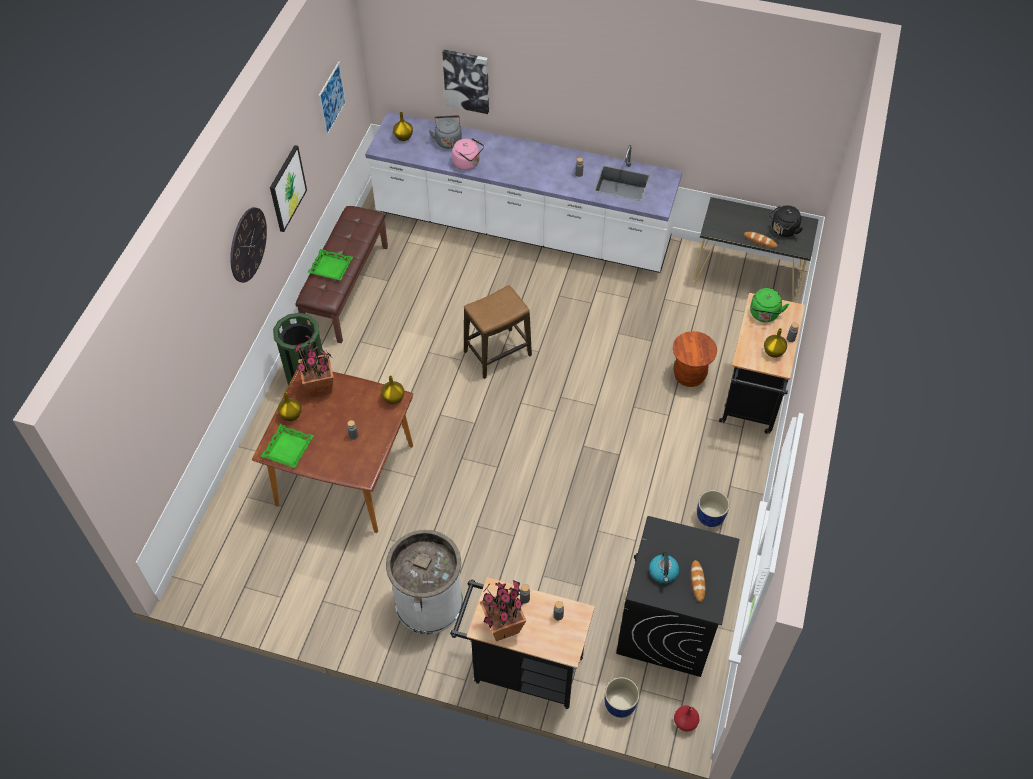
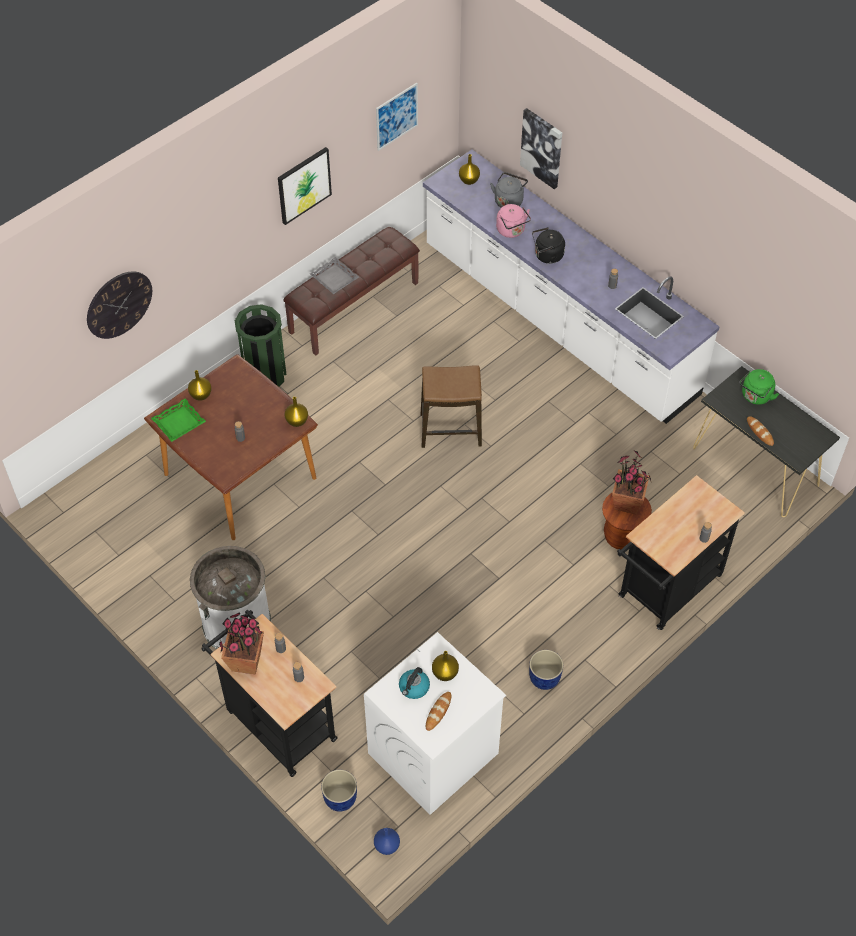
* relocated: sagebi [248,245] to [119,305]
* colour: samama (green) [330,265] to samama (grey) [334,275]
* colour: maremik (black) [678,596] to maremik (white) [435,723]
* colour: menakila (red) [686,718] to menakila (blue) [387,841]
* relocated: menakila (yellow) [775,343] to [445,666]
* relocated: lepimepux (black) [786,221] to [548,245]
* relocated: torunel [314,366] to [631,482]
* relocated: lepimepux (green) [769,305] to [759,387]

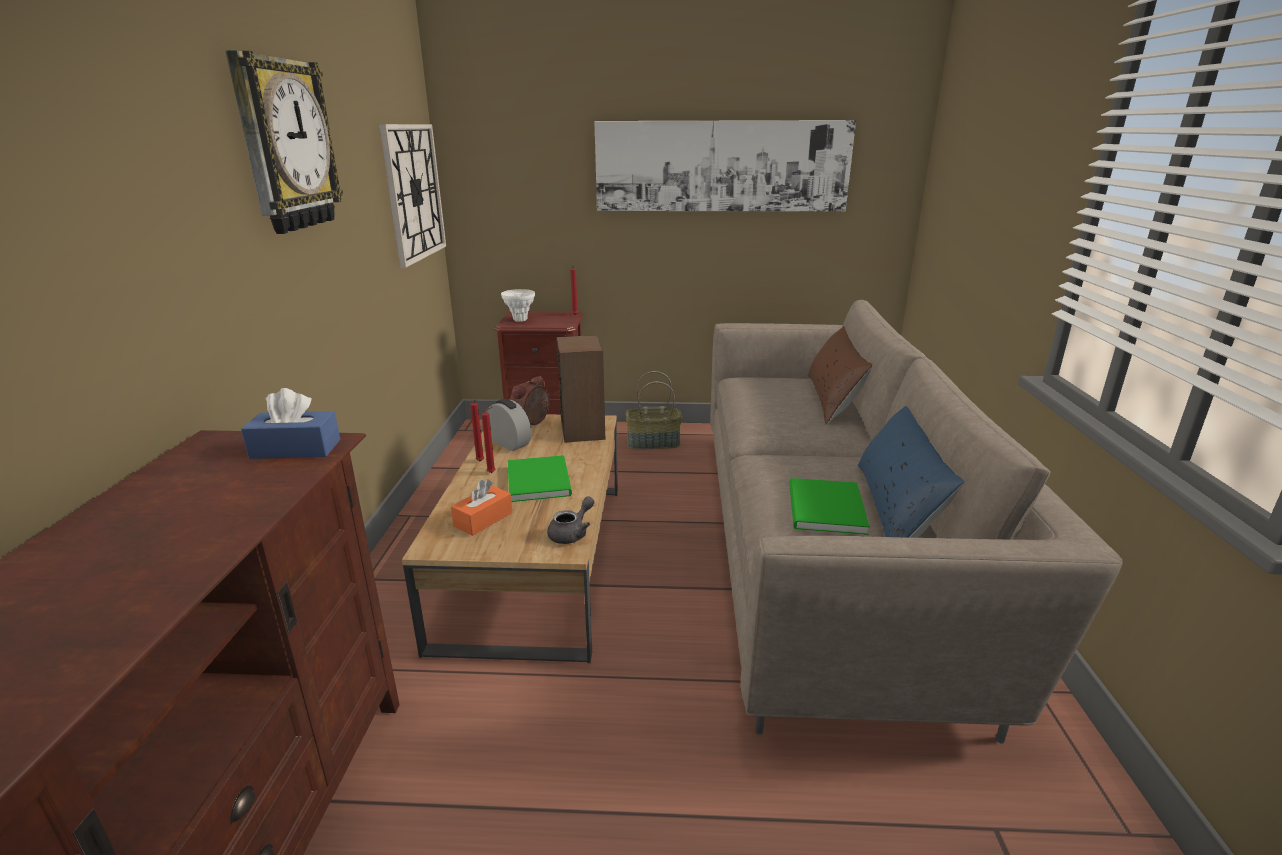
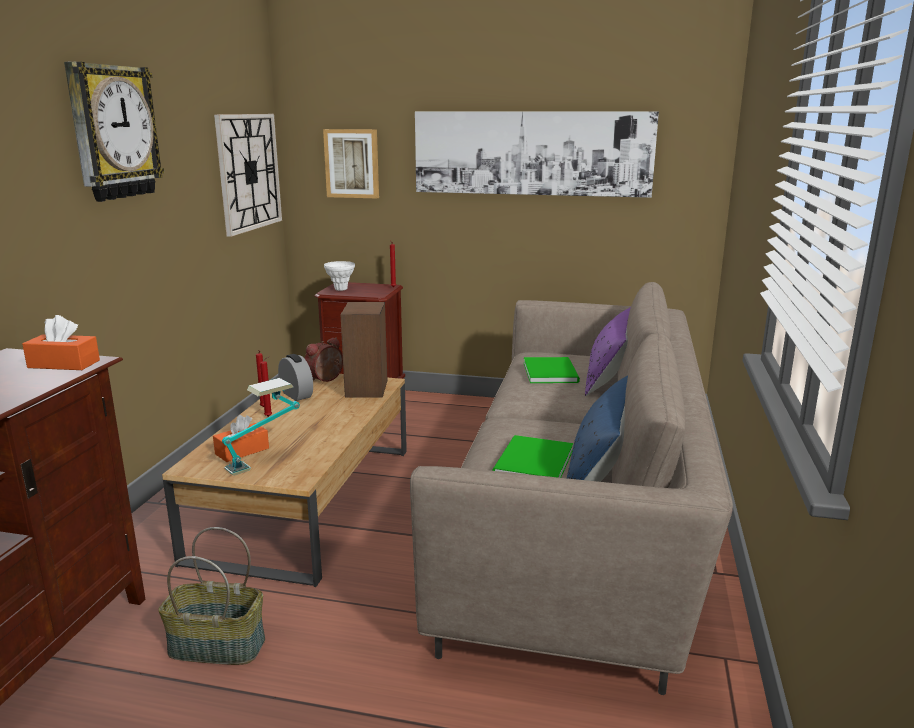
* colour: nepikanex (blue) [290,423] to nepikanex (orange) [61,342]
* relocated: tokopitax [654,410] to [211,596]
* appeared: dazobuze [261,427]
* appeared: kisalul [351,164]
* relocated: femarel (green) [540,478] to [552,370]
* colour: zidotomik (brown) [840,375] to zidotomik (purple) [608,351]
* missing: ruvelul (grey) [570,520]

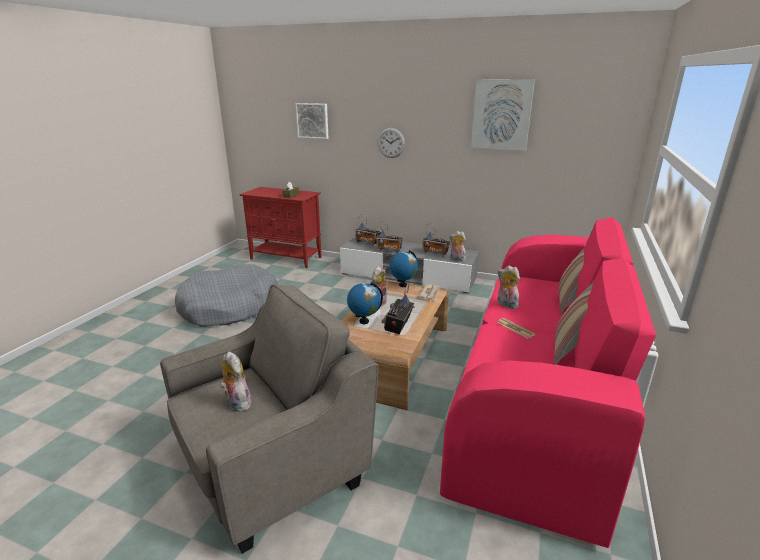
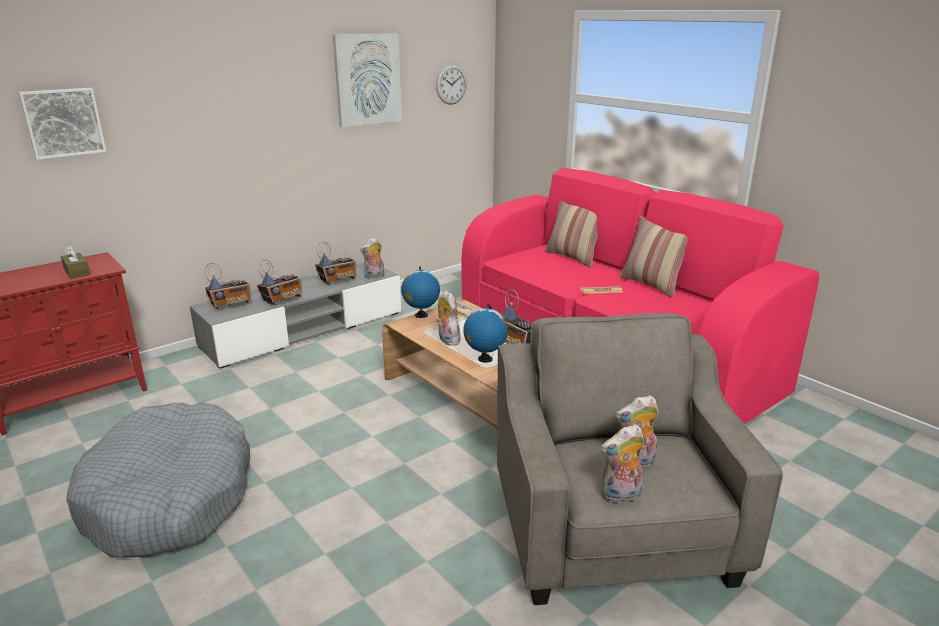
* relocated: sagebi [391,143] to [451,84]
* relocated: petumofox [508,287] to [622,463]

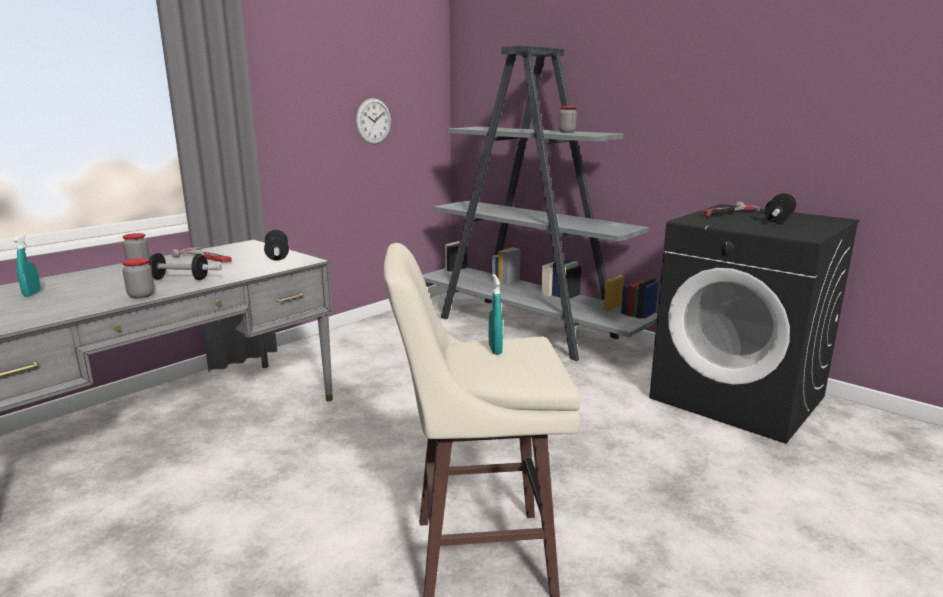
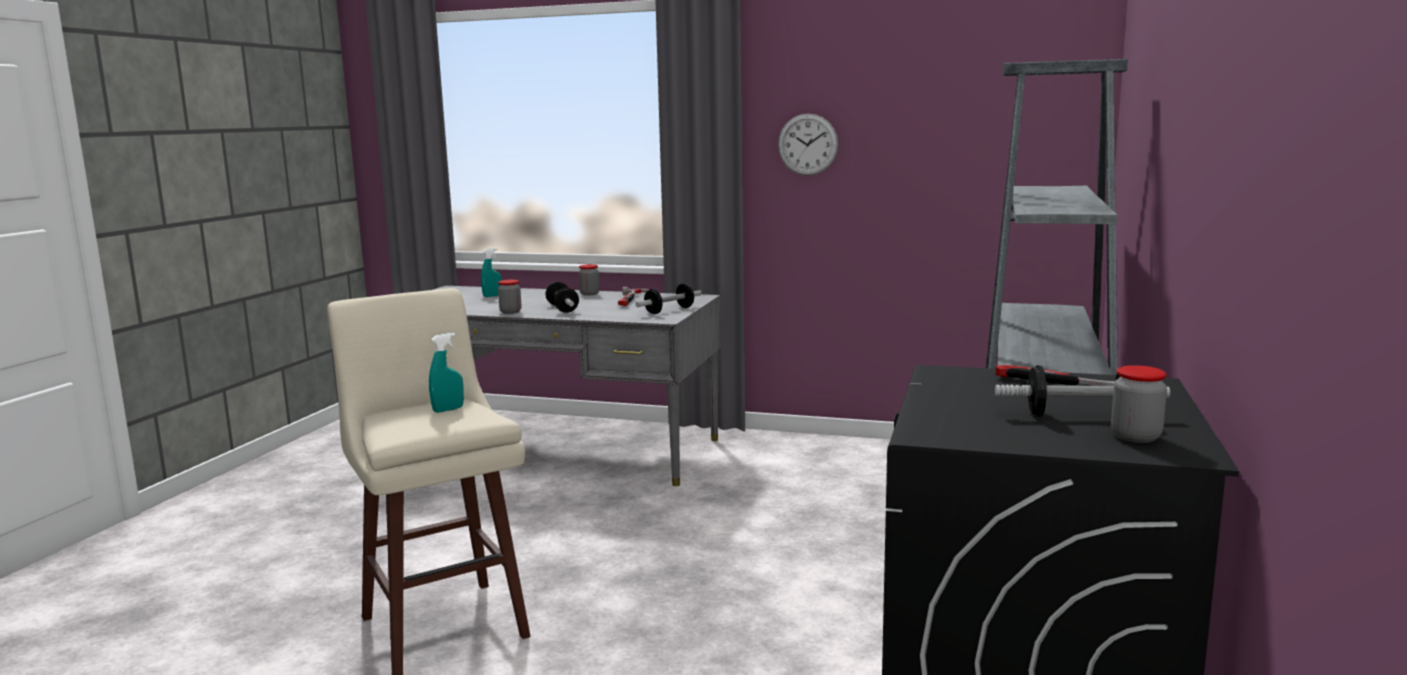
* relocated: sagebi [373,121] to [808,145]
* relocated: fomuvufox [568,119] to [1139,404]

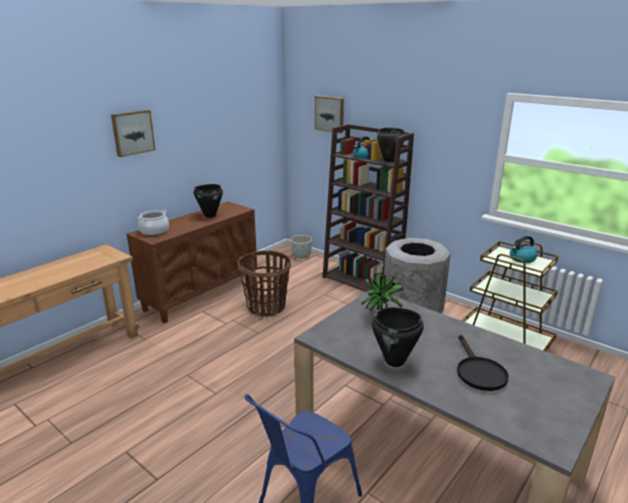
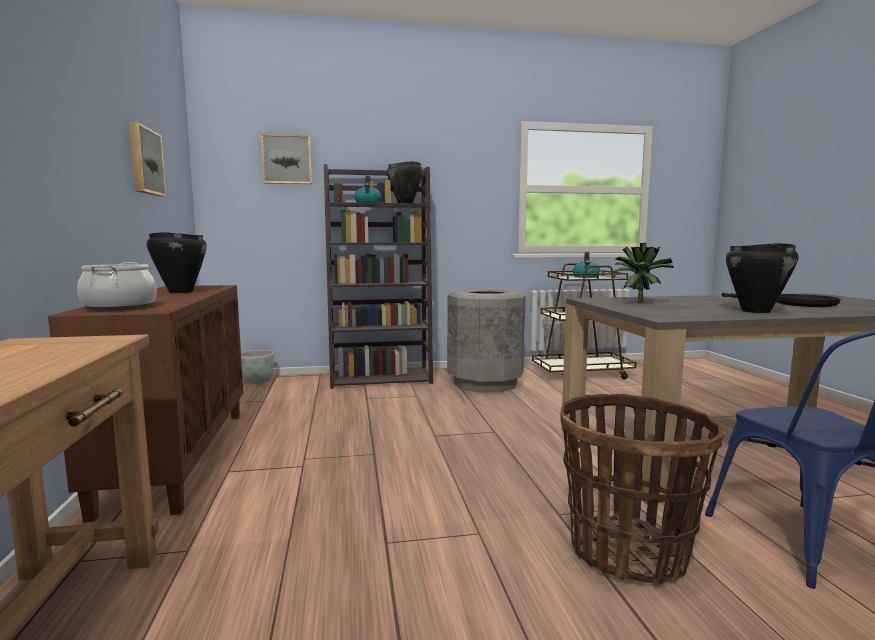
* relocated: kisalul [133,133] to [147,159]
* relocated: tokopitax [264,283] to [642,489]

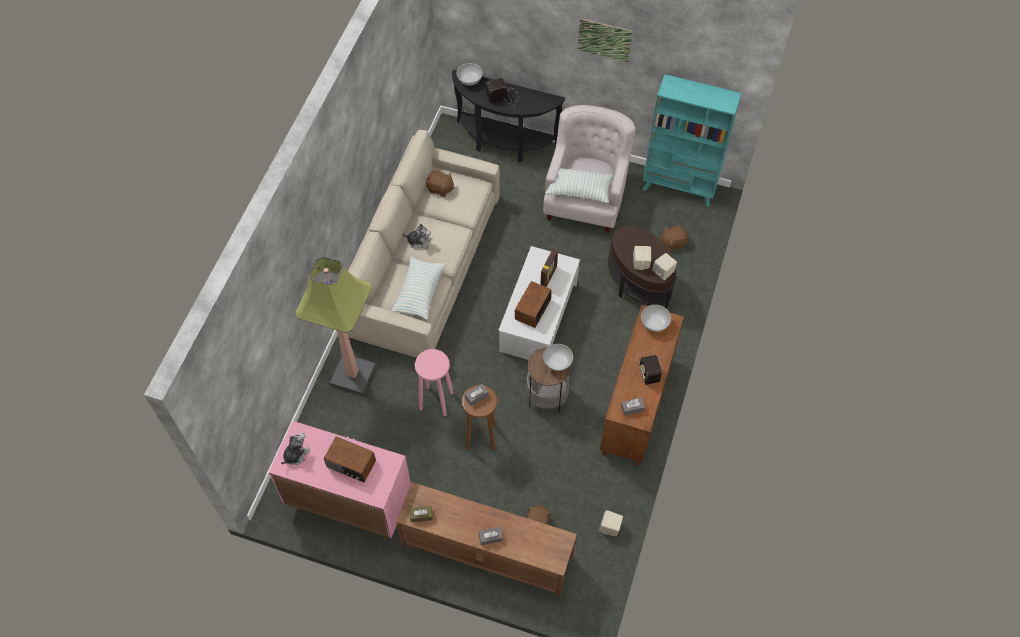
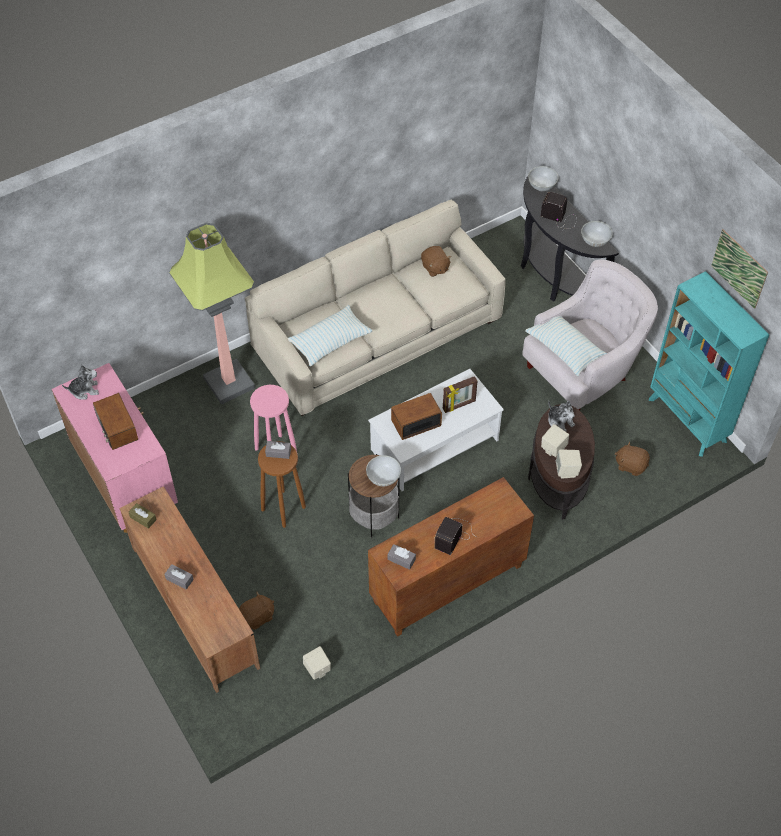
* relocated: petumofox [417,237] to [561,416]
* relocated: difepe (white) [656,318] to [597,234]
* relocated: kisalul [605,40] to [739,269]

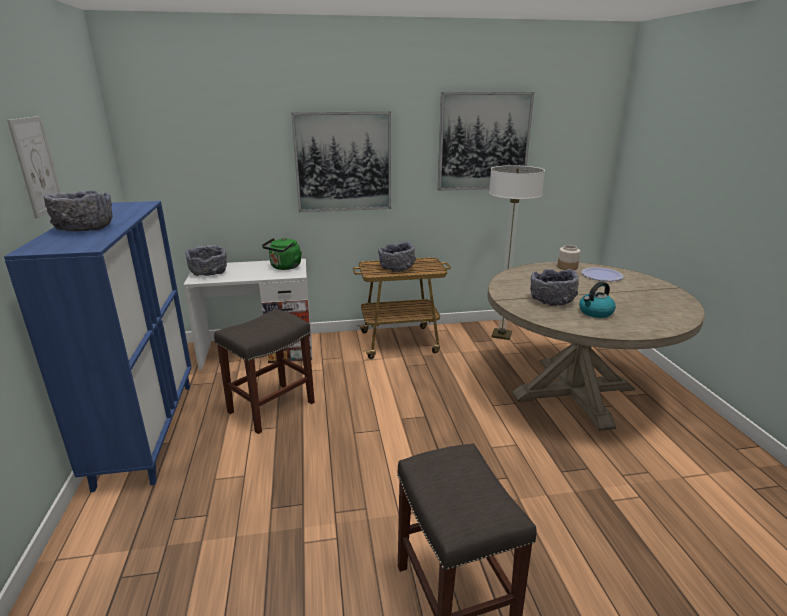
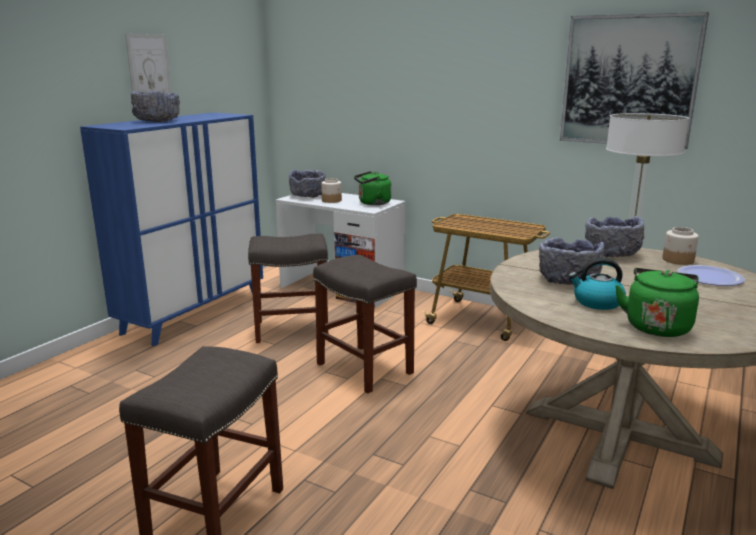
* appeared: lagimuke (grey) [365,324]
* appeared: fomuvufox [331,190]
* relocated: difepe (grey) [397,256] to [614,236]
* appeared: lepimepux (green) [657,302]
* missing: kisalul [341,161]

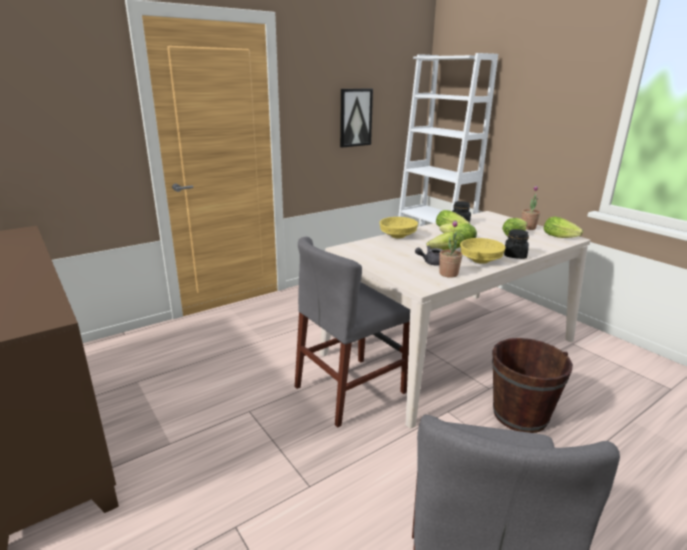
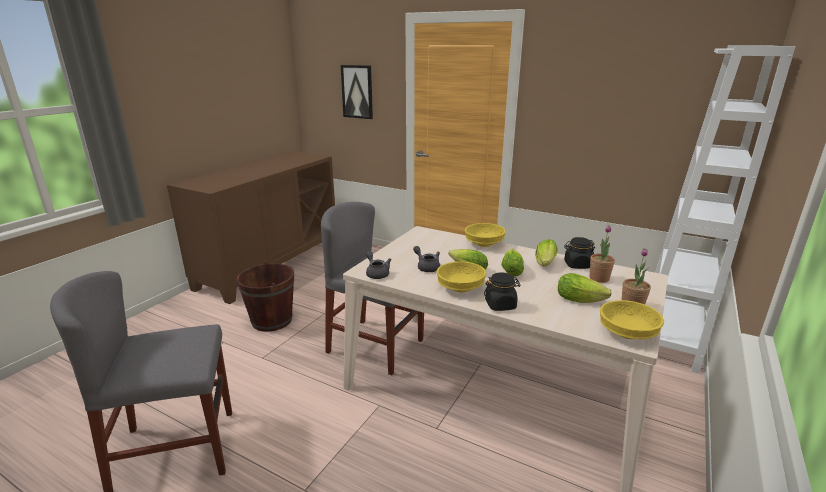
* relocated: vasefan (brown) [532,385] to [265,297]
* relocated: kisalul [356,118] to [357,92]
* appeared: ruvelul (grey) [379,265]
* relocated: torunel [450,249] to [602,254]
* exchanged: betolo [563,227] to difepe (yellow) [632,319]

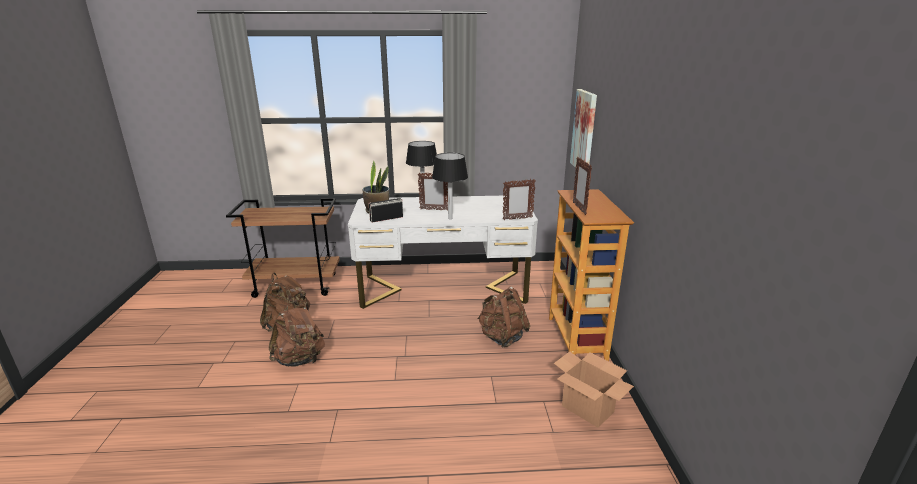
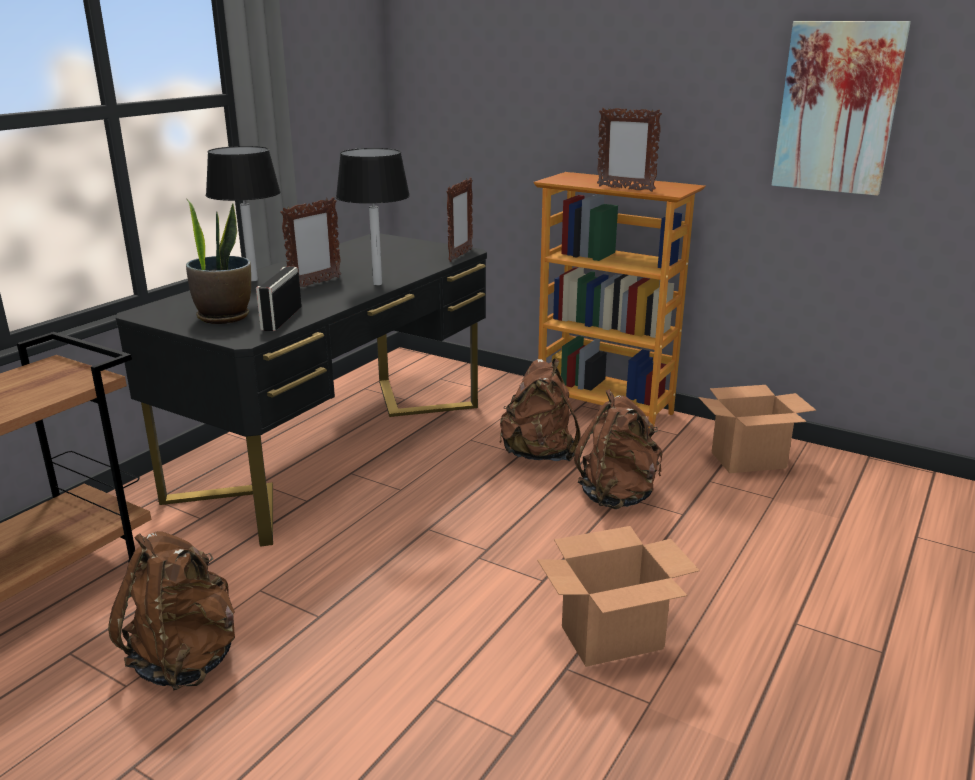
* colour: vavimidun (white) [443,252] to vavimidun (black) [301,390]
* appeared: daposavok [618,596]
* relocated: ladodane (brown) [297,333] to [618,449]
* relocated: kisalul [583,128] to [841,108]

